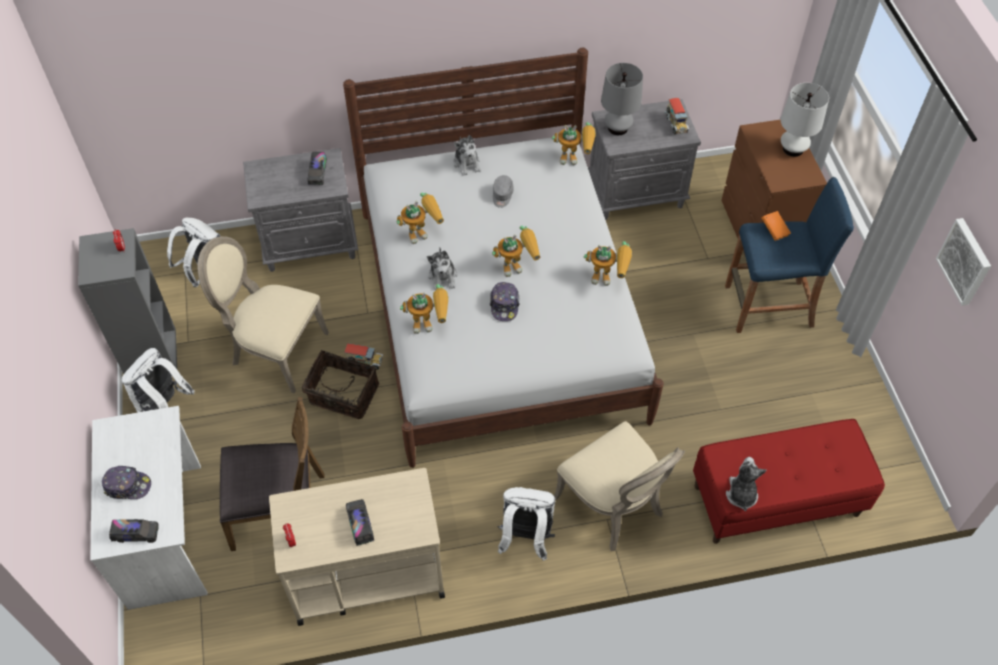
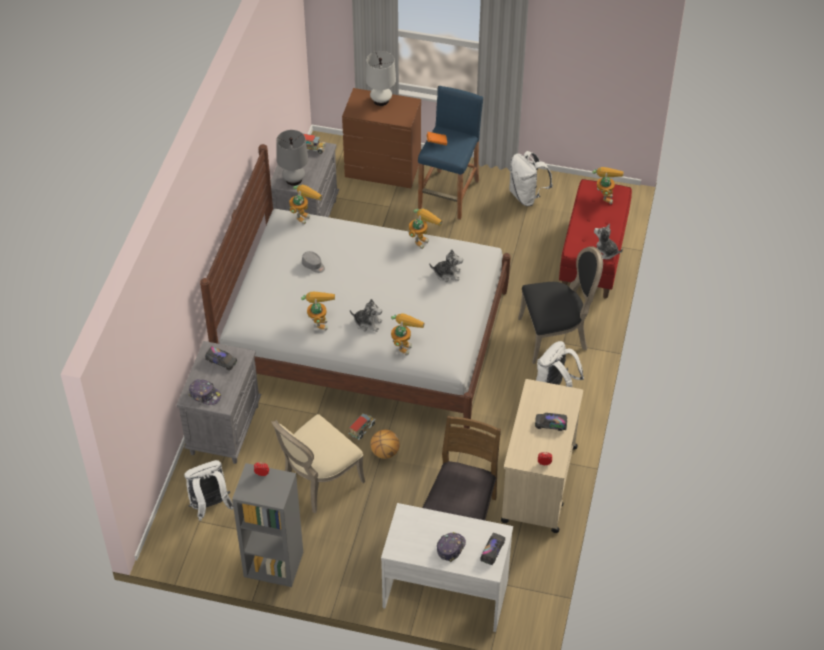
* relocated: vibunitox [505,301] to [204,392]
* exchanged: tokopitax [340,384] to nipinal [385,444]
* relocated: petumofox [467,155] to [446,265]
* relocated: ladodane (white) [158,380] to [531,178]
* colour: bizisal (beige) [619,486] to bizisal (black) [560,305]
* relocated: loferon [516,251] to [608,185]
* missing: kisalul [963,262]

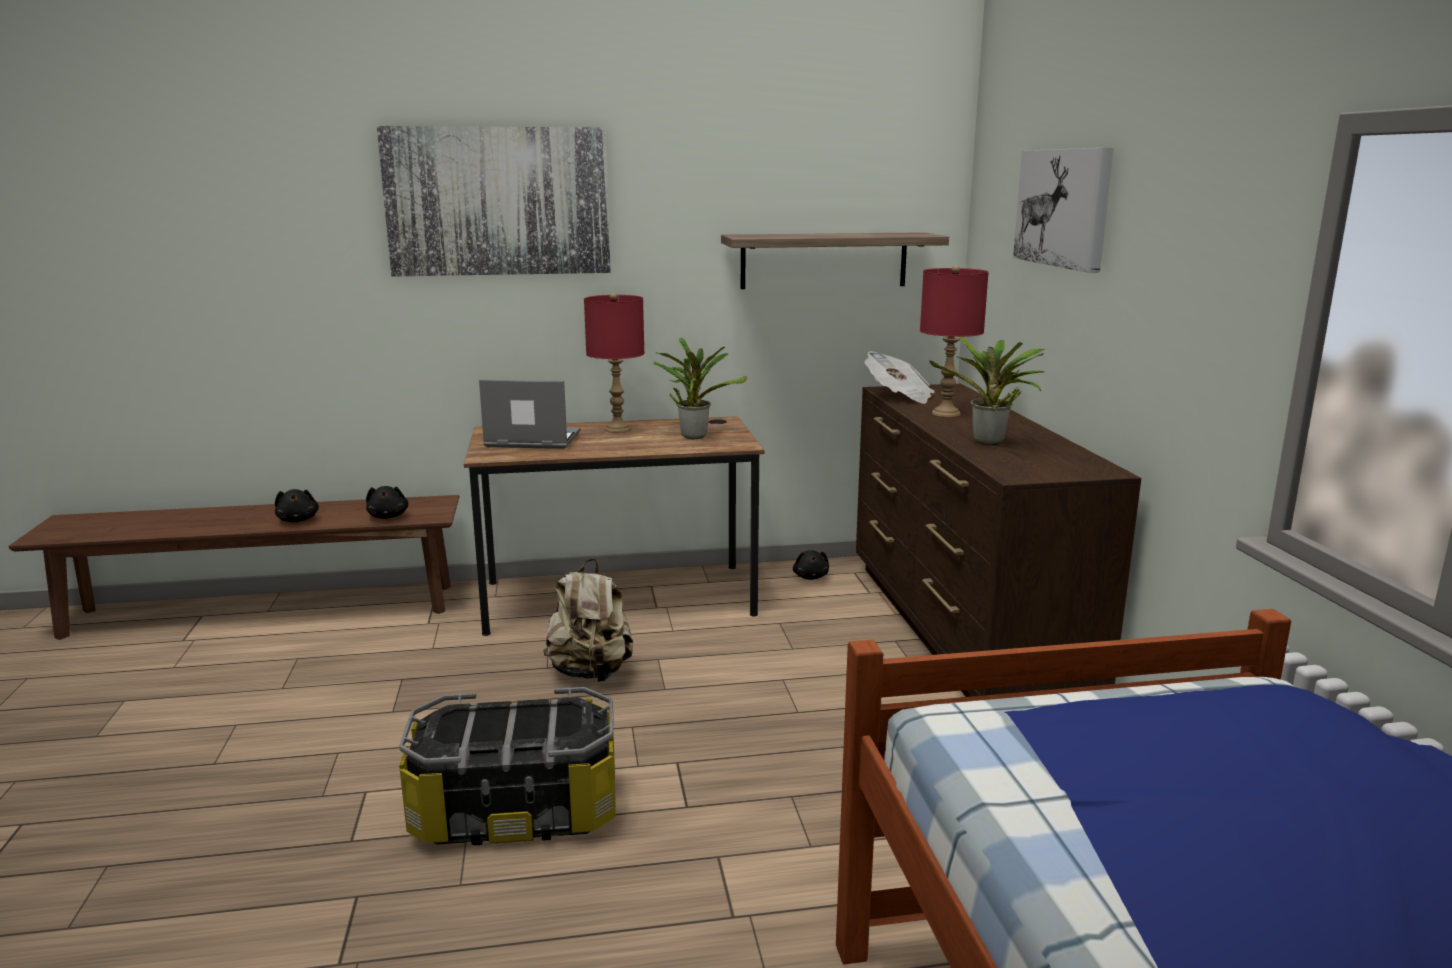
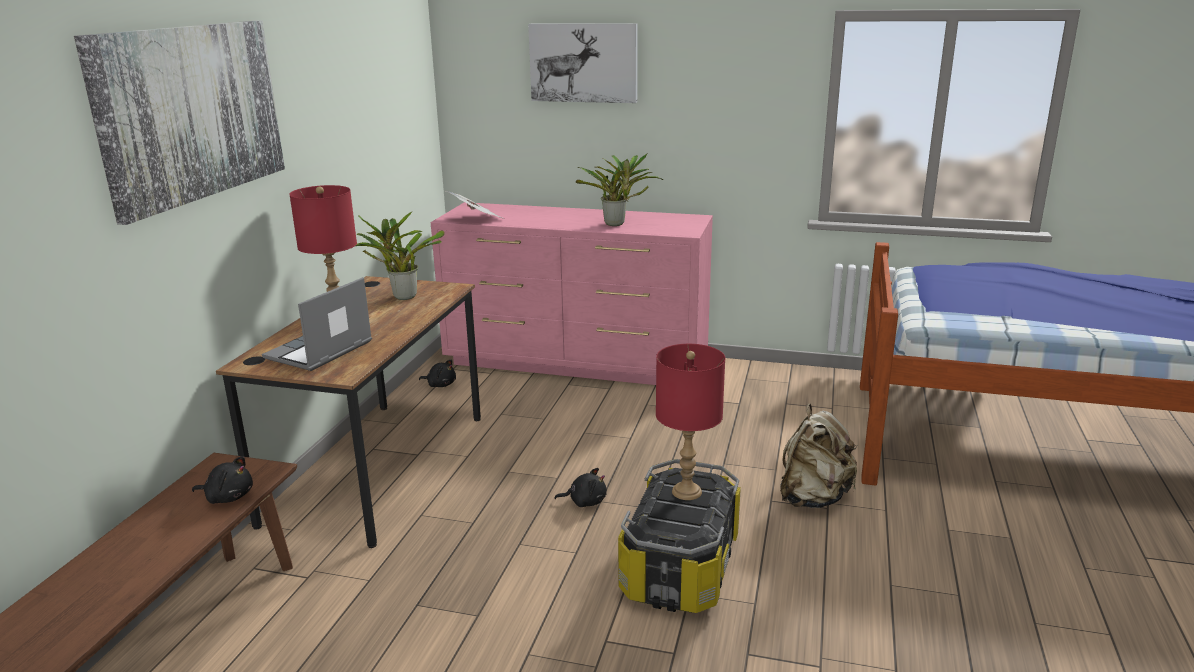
* colour: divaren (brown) [998,540] to divaren (pink) [572,293]
* relocated: petumofox (black) [297,505] to [580,487]
* relocated: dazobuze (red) [954,341] to [690,422]
* relocated: ladodane (beige) [588,620] to [818,456]
* missing: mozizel [835,260]

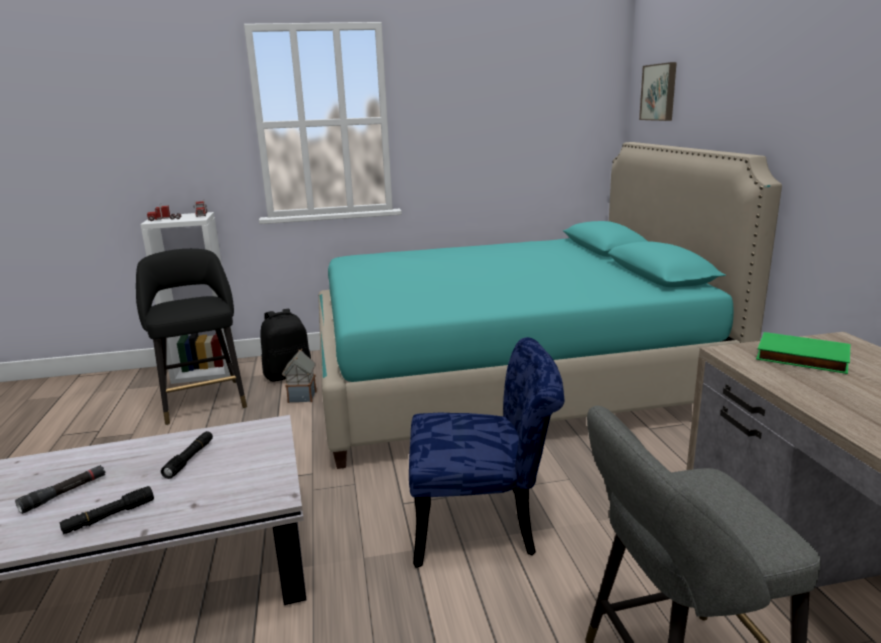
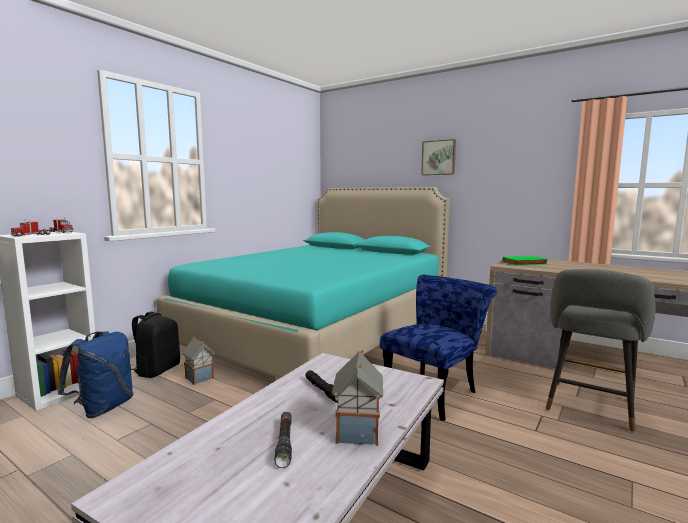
* exchanged: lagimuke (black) [191,337] to ladodane (blue) [96,374]
* exchanged: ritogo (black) [107,510] to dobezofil [357,398]
* relocated: kisalul [658,91] to [438,157]

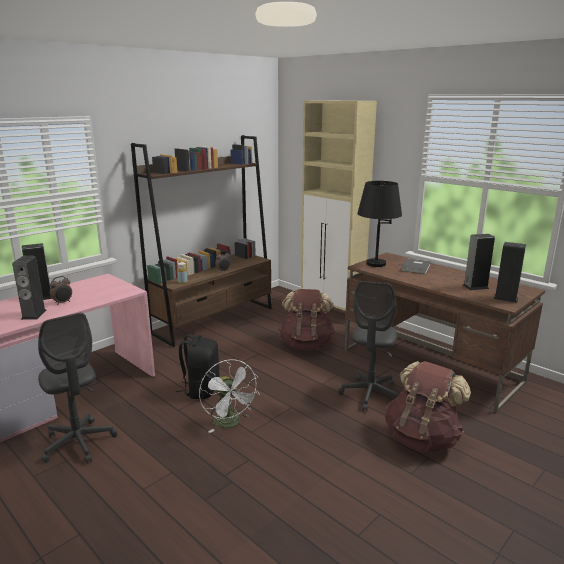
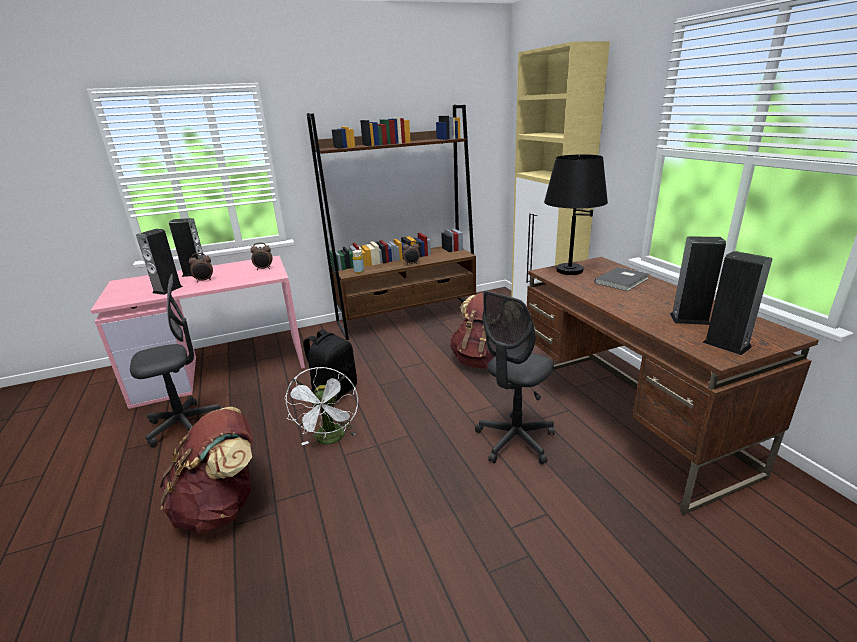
* spun: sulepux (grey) [77,388] = [176,360] 105 degrees counterclockwise
* relocated: ladodane (brown) [428,406] to [206,470]
* appeared: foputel [262,256]

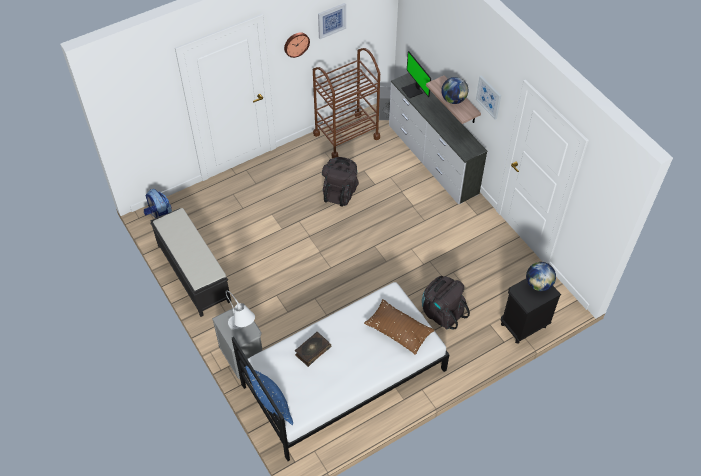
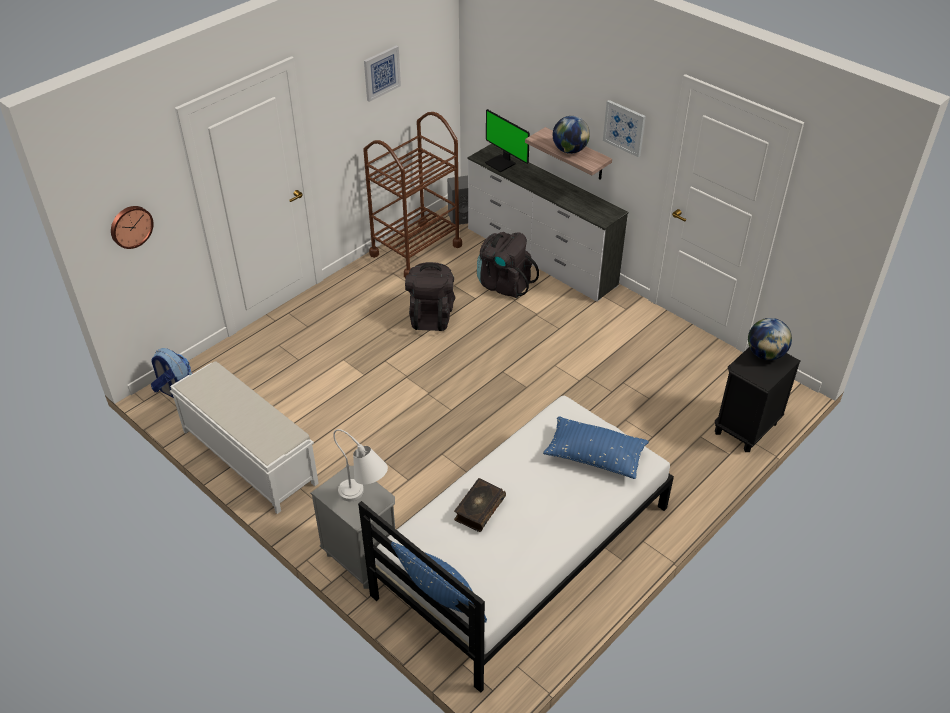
* relocated: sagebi [297,45] to [132,227]
* colour: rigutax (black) [190,262] to rigutax (white) [244,437]
* relocated: ladodane (black) [446,303] to [508,265]
* colour: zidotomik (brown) [399,327] to zidotomik (blue) [596,447]

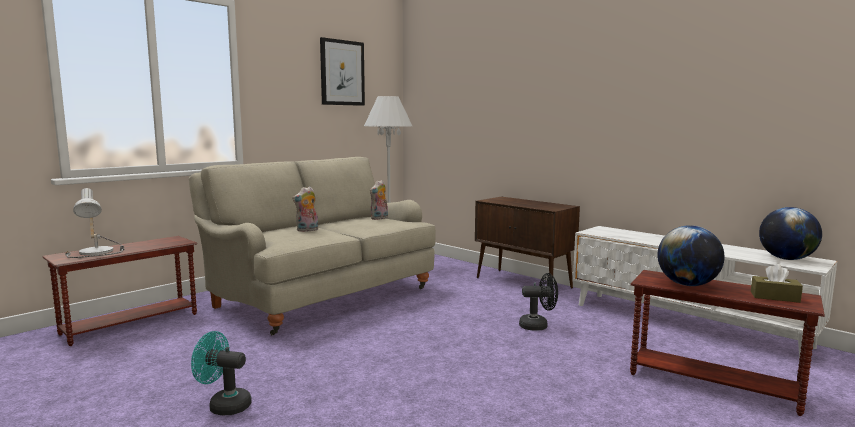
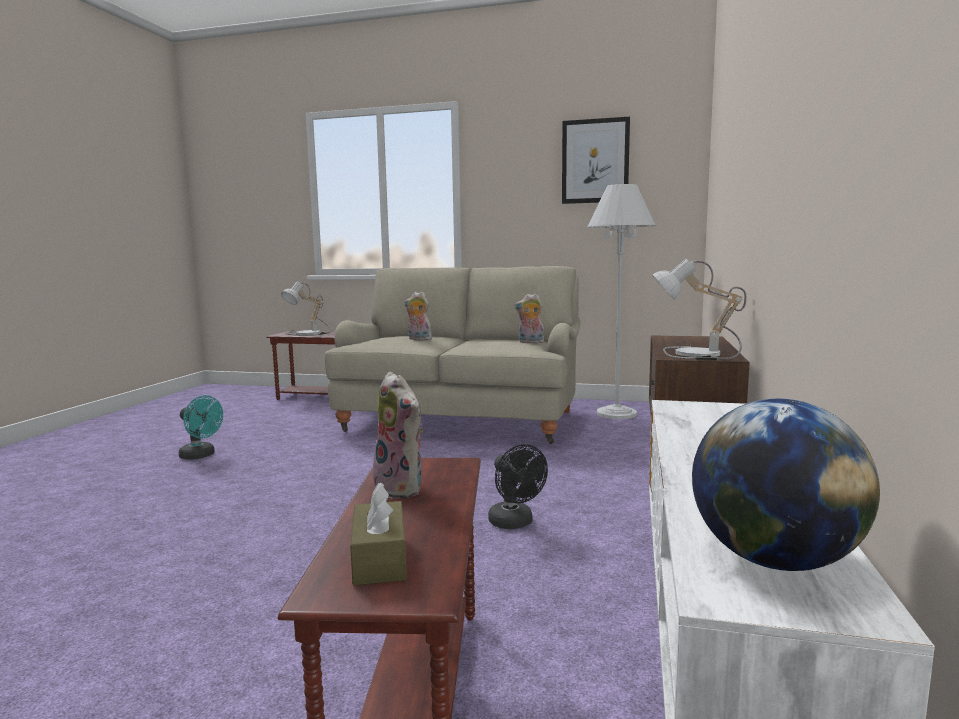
* spun: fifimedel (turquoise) [221,373] = [201,427] 135 degrees clockwise
* exchanged: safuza [691,255] to petumofox [396,435]
* appeared: dazobuze [699,309]

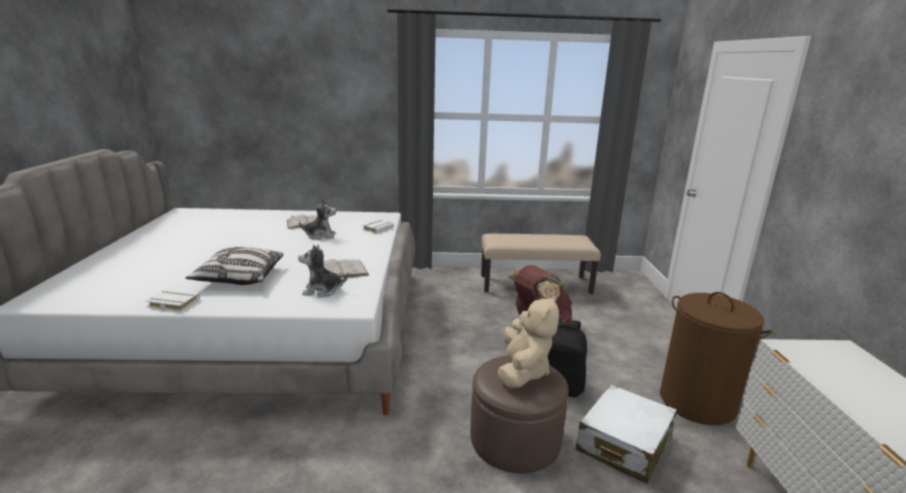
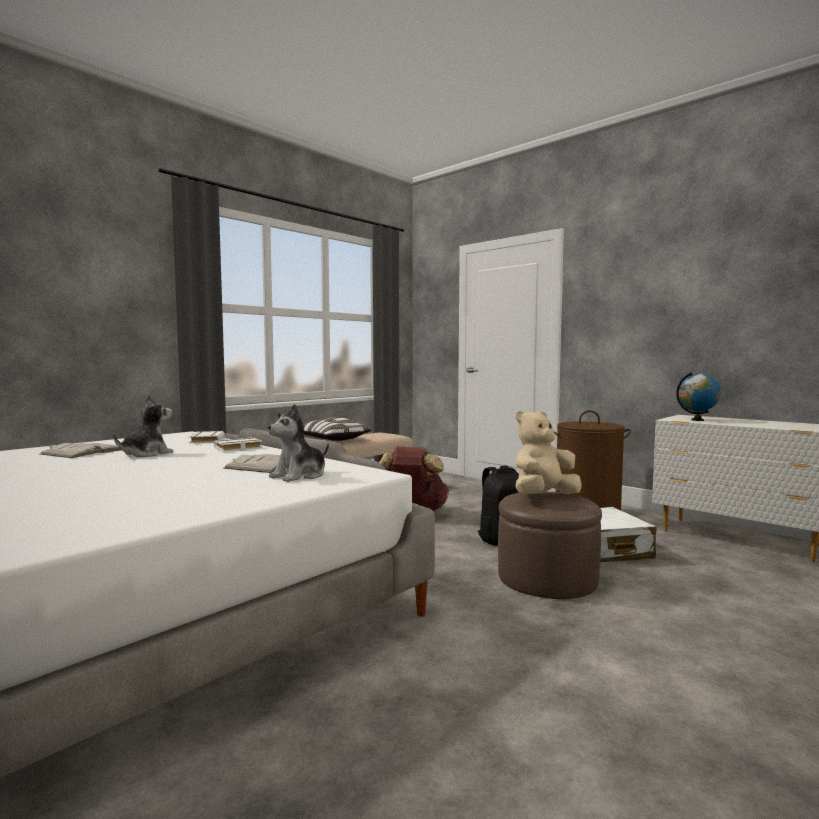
* relocated: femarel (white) [172,300] to [238,444]
* relocated: zidotomik [234,266] to [337,429]
* spun: petumofox (beige) [528,342] = [548,452] 90 degrees counterclockwise
* appeared: safuza [698,396]

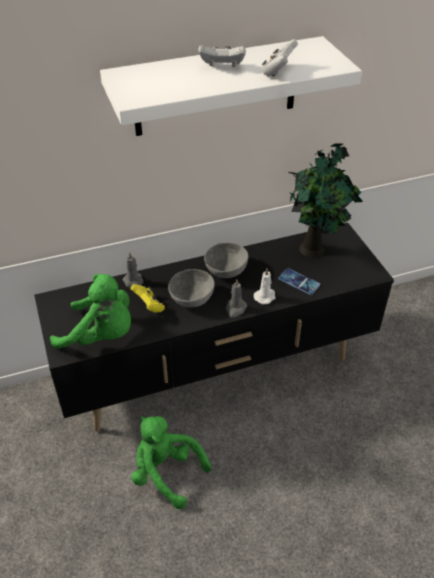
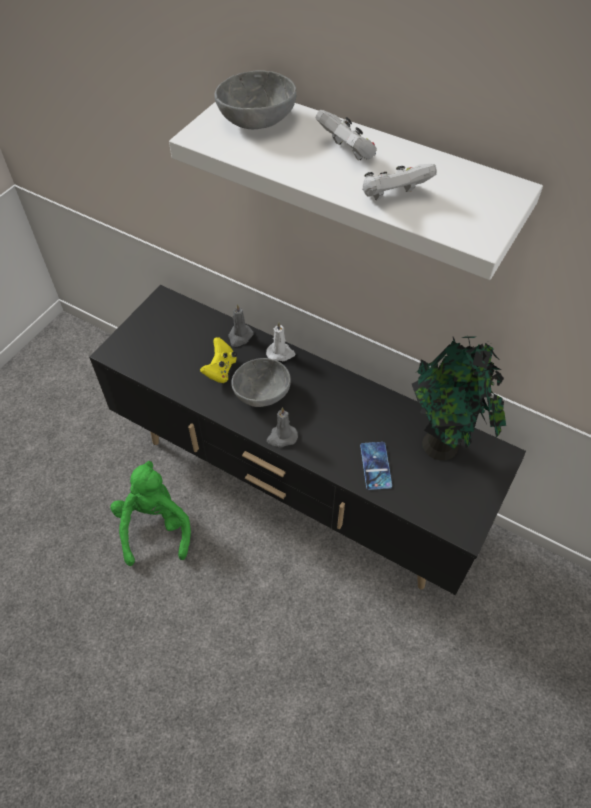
* relocated: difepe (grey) [226,260] to [255,99]
* relocated: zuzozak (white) [264,287] to [280,341]
* missing: petumofox (green) [90,311]

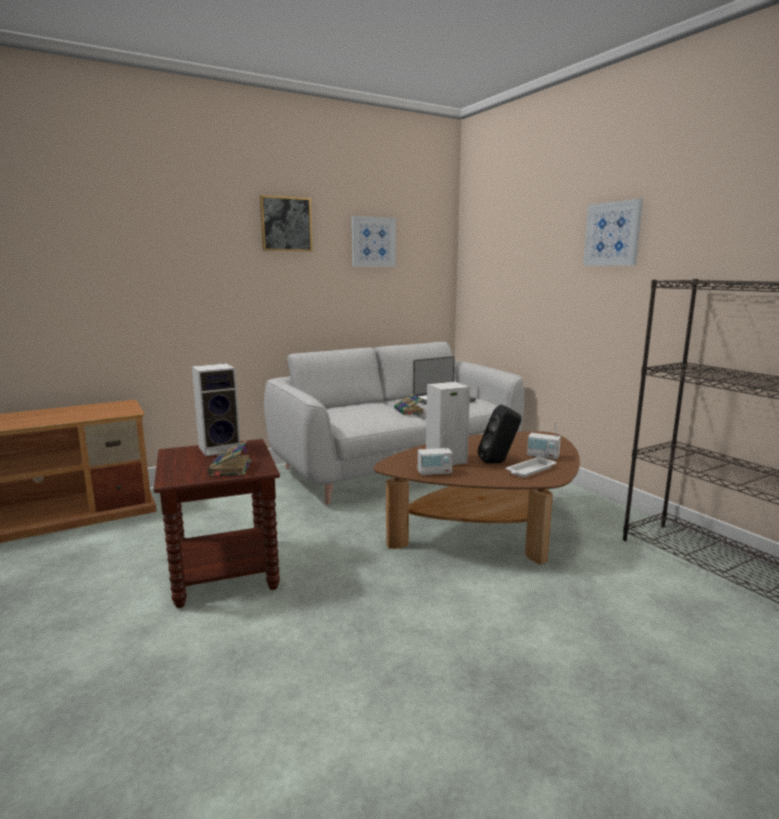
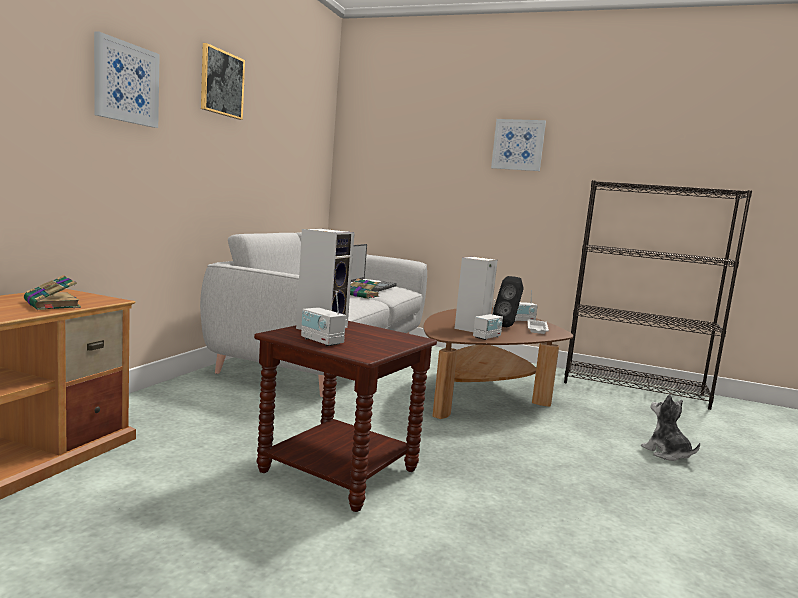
* relocated: femarel [230,458] to [52,292]
* relocated: kisalul [374,241] to [127,80]
* appeared: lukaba [323,318]
* appeared: petumofox [670,427]

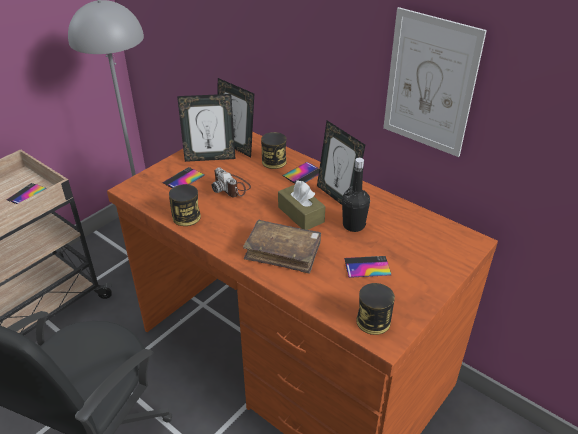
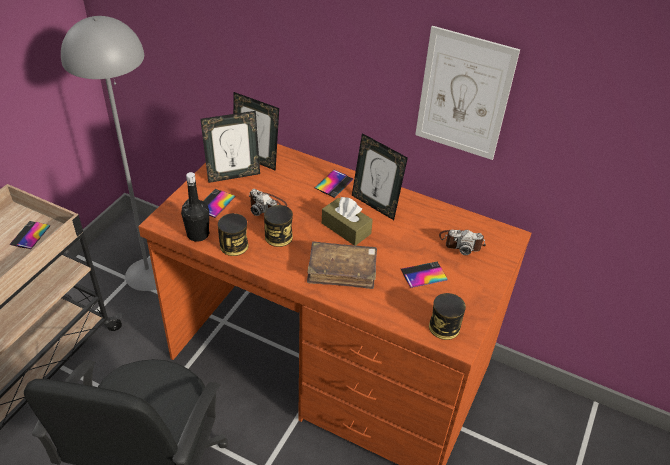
* relocated: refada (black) [356,195] to [195,207]
* relocated: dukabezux [274,150] to [278,226]
* appeared: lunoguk [462,242]

